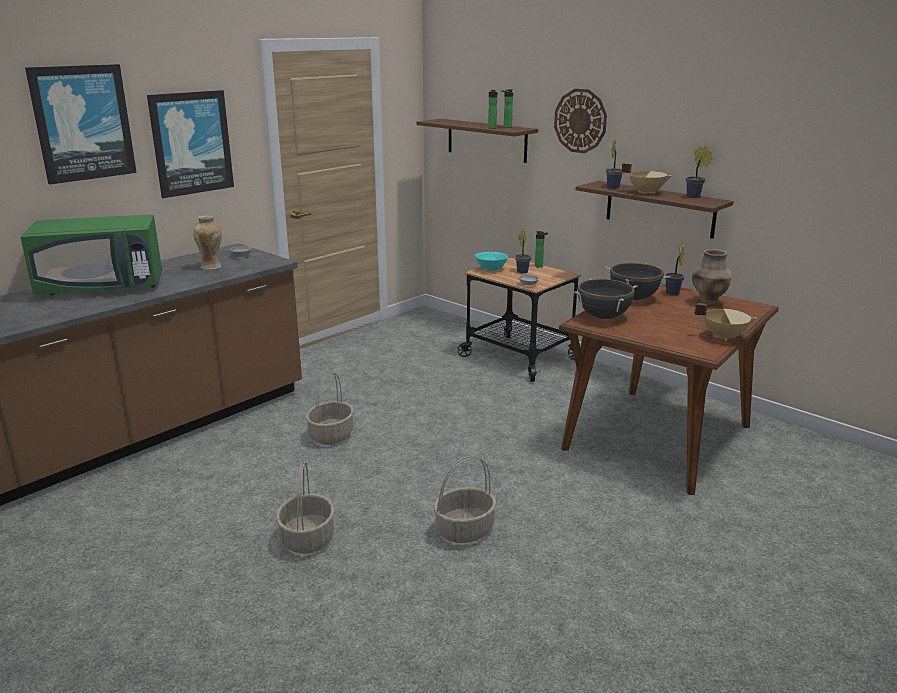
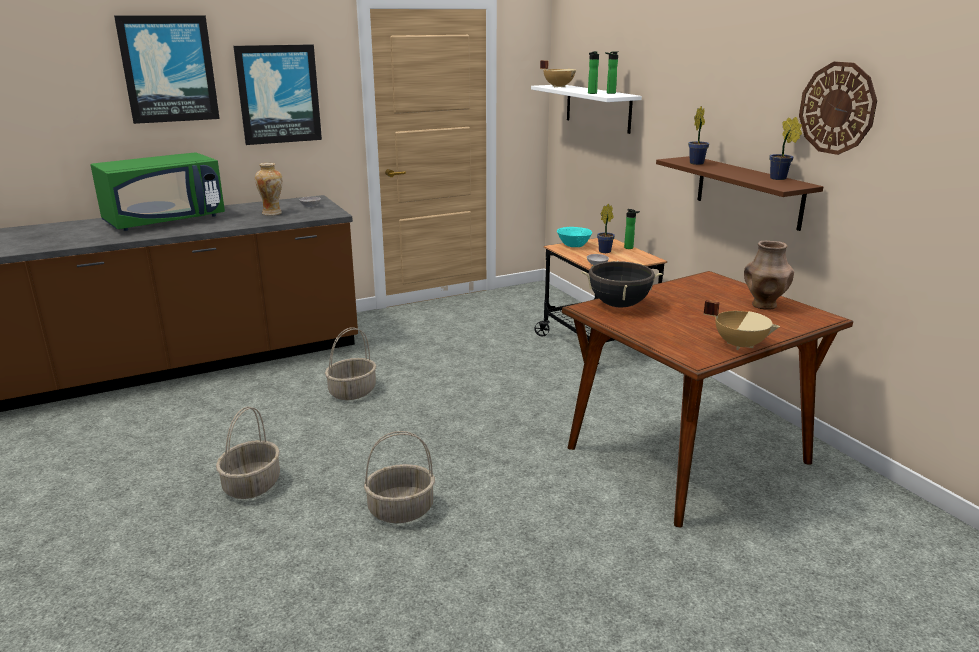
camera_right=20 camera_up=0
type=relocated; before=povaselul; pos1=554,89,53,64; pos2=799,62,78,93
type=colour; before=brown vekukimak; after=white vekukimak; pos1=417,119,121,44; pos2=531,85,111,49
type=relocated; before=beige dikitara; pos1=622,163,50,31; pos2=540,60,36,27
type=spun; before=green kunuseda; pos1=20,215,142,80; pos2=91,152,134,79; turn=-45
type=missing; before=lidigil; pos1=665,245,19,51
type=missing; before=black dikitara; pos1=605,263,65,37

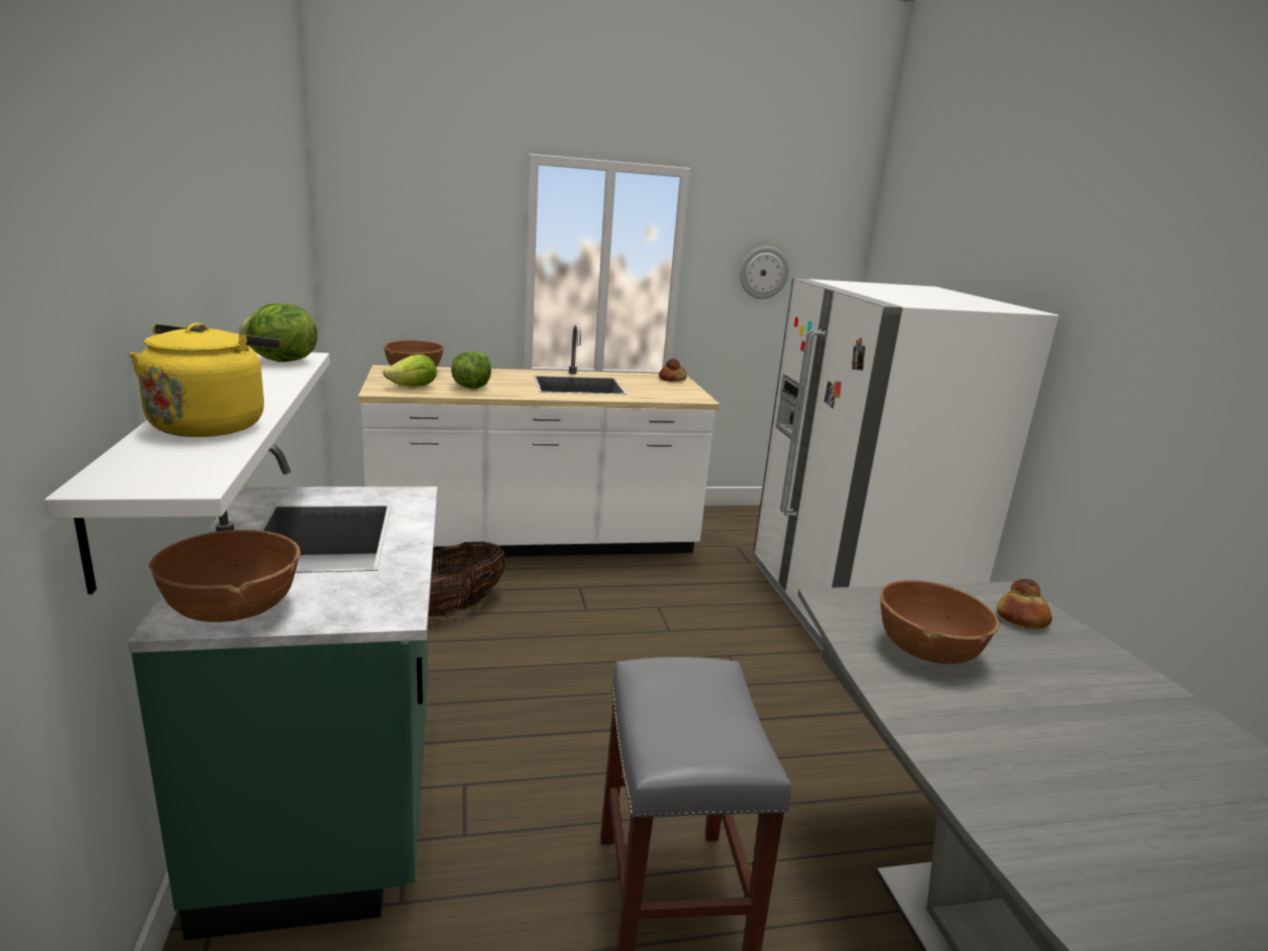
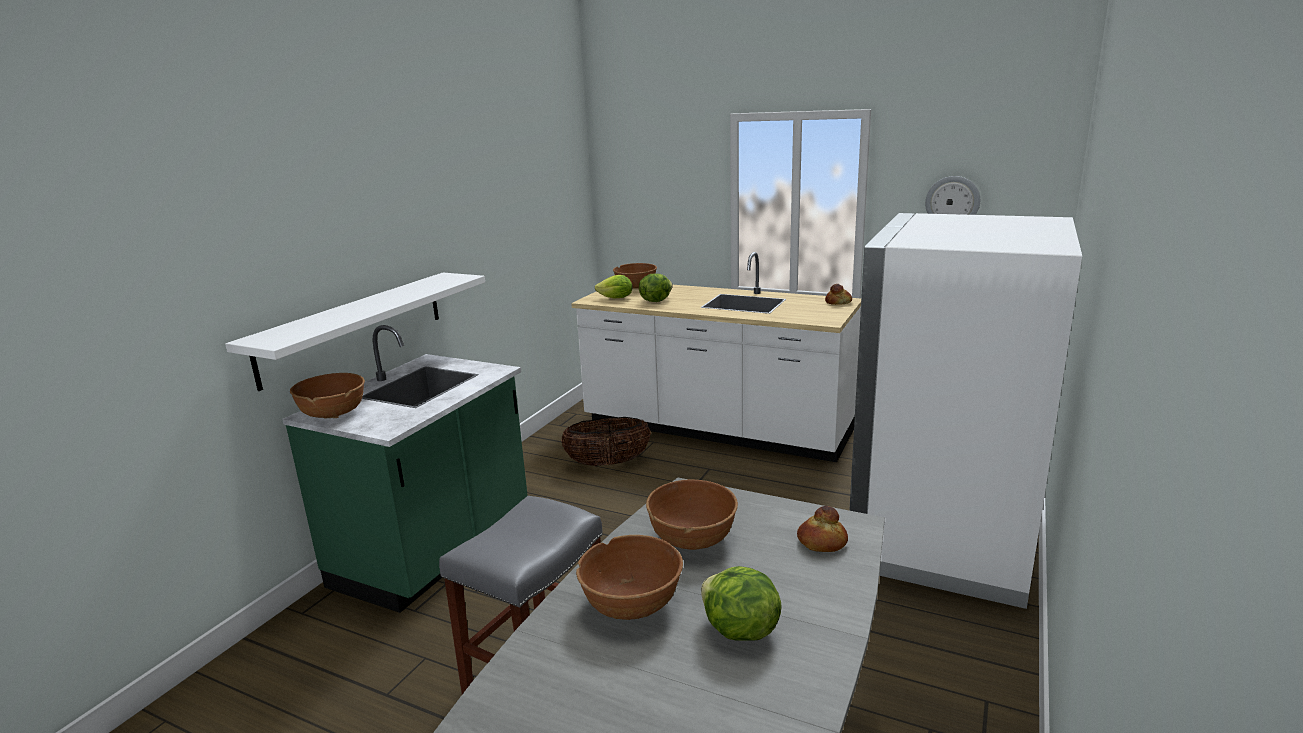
camera_right=40 camera_up=0
type=relocated; before=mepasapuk; pos1=239,303,78,59; pos2=701,566,81,75
type=missing; before=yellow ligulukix; pos1=129,323,151,114
type=appeared; after=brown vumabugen; pos2=576,535,107,85

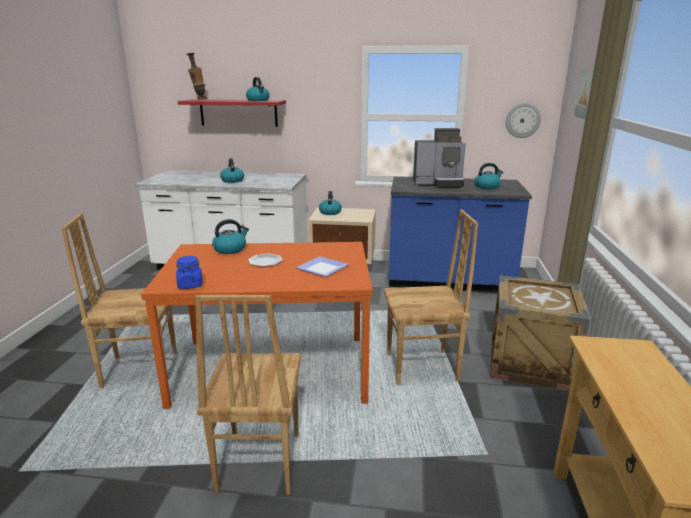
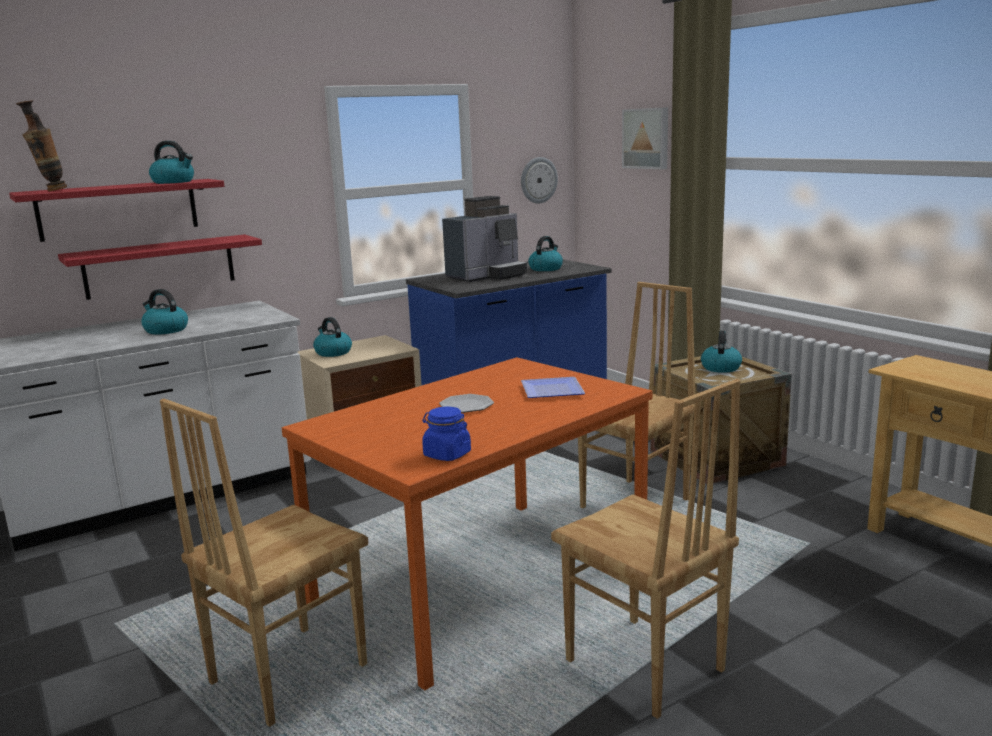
camera_right=-40 camera_up=-5
type=relocated; before=ligulukix; pos1=212,219,37,35; pos2=701,331,41,42
type=appeared; after=red vekukimak; pos2=58,234,204,66

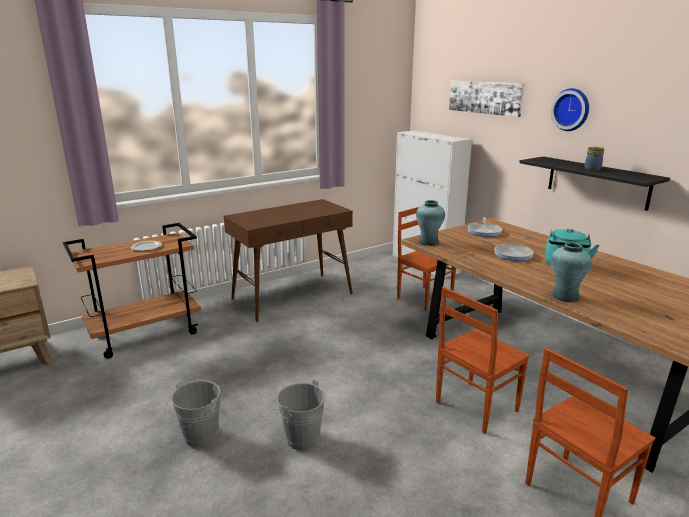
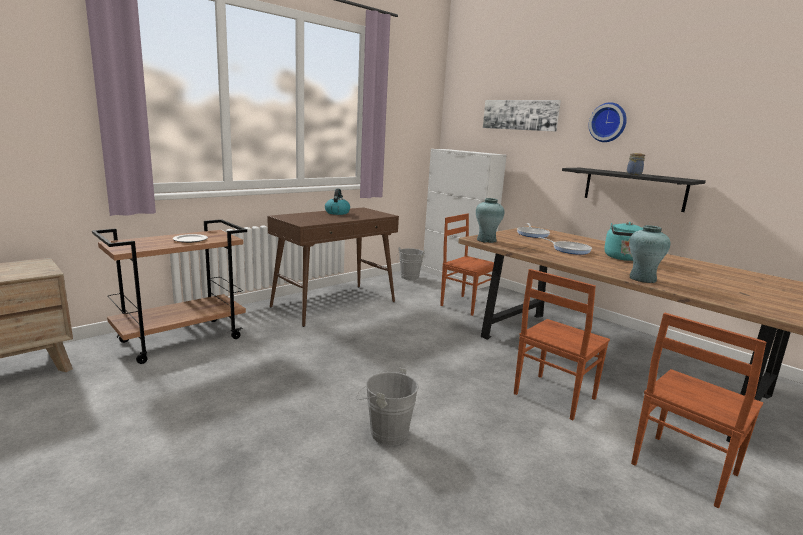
camera_right=-10 camera_up=-5
type=relocated; before=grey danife; pos1=164,381,57,67; pos2=396,247,29,33
type=appeared; after=ligulukix; pos2=325,189,25,26

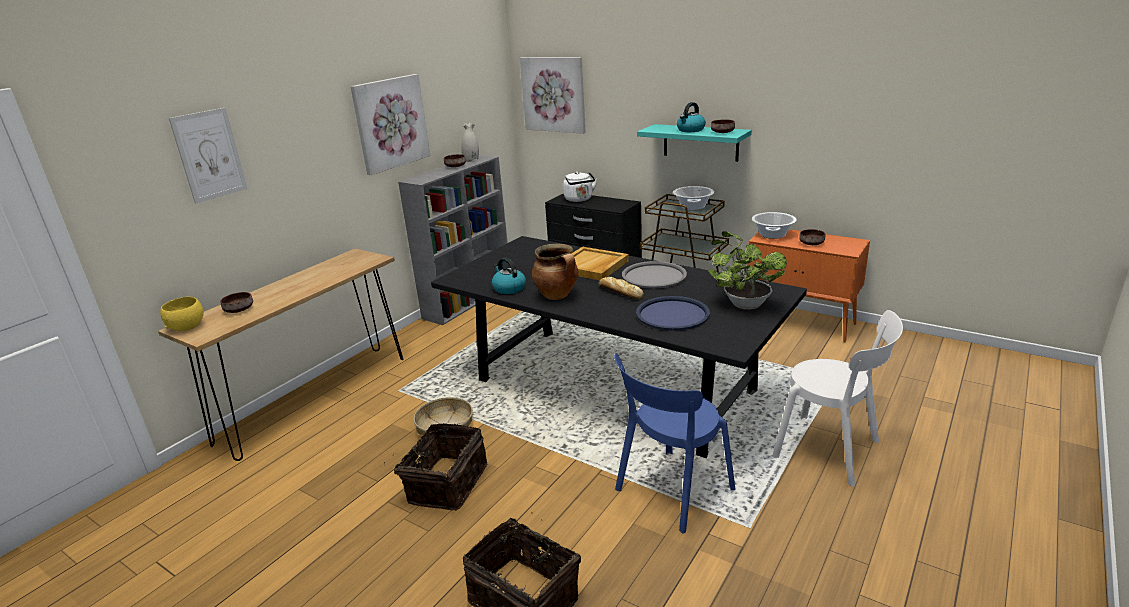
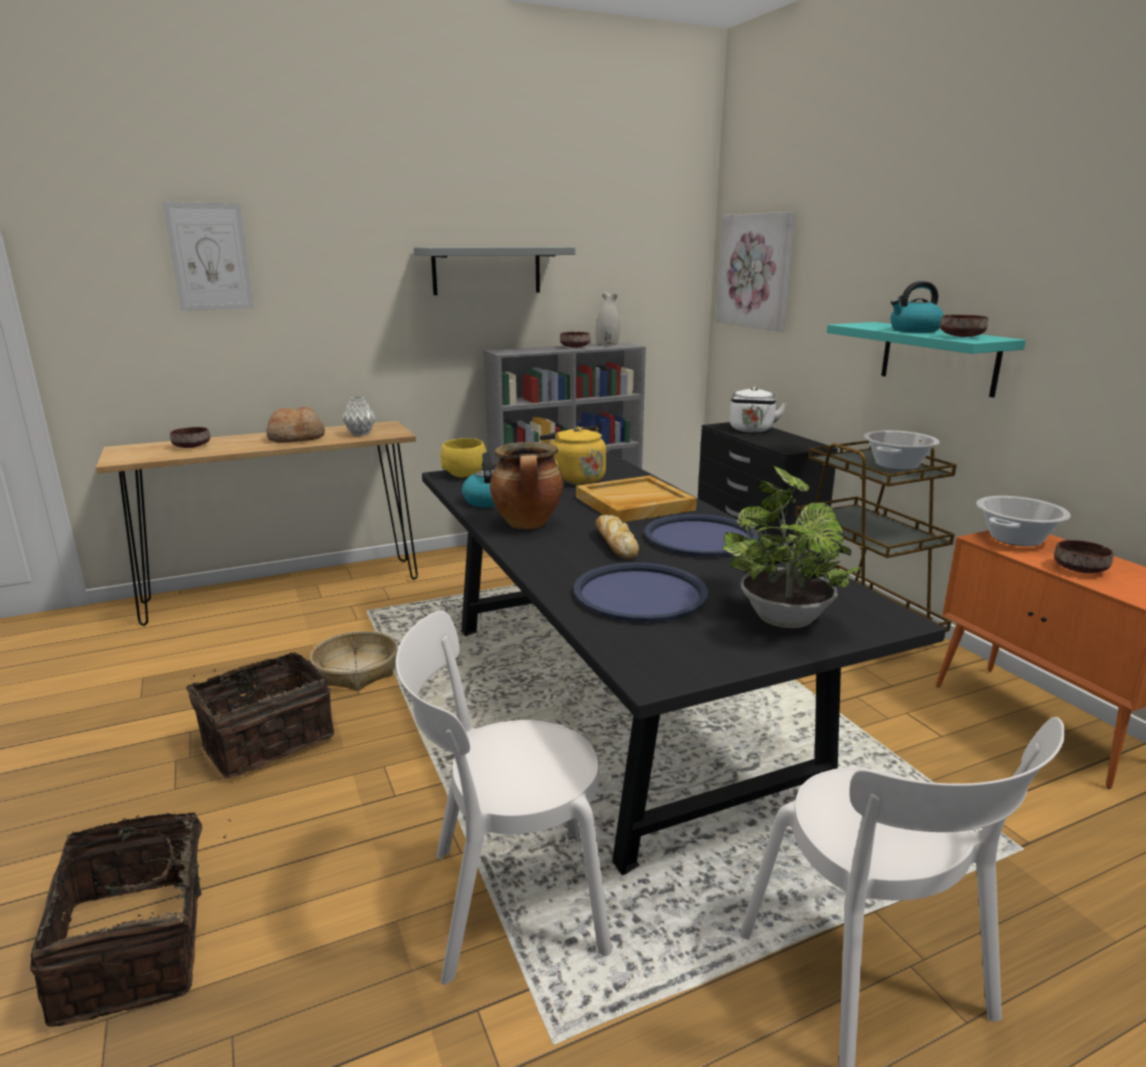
camera_right=30 camera_up=-5
type=exchanged; before=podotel; after=grey vekukimak; pos1=350,74,81,101; pos2=414,247,161,48
type=colour; before=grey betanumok; after=blue betanumok; pos1=622,261,65,28; pos2=645,514,114,43
type=relocated; before=yellow vumabugen; pos1=160,297,44,34; pos2=440,438,46,39
type=colour; before=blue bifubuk; after=white bifubuk; pos1=614,353,121,180; pos2=396,611,216,373
type=appeared; after=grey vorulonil; pos2=343,397,33,39
type=appeared; after=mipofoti; pos2=266,407,59,36
type=appeared; after=yellow ligulukix; pos2=539,426,67,59

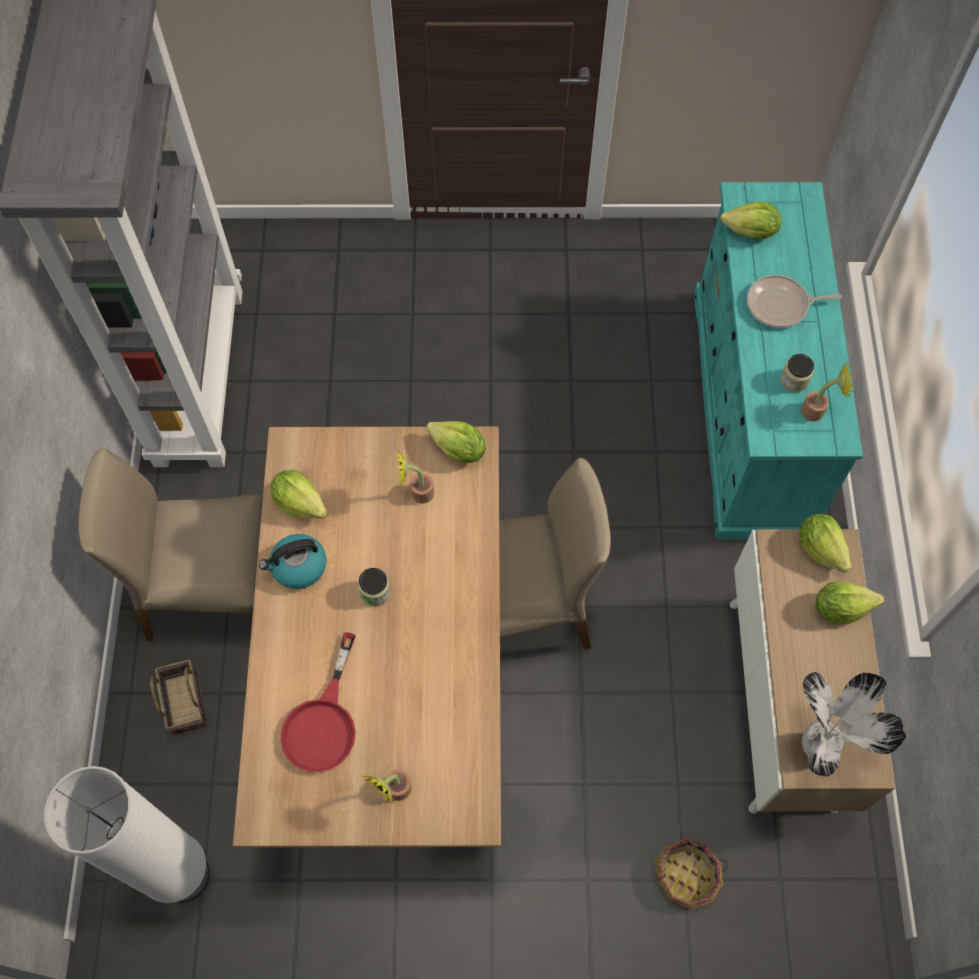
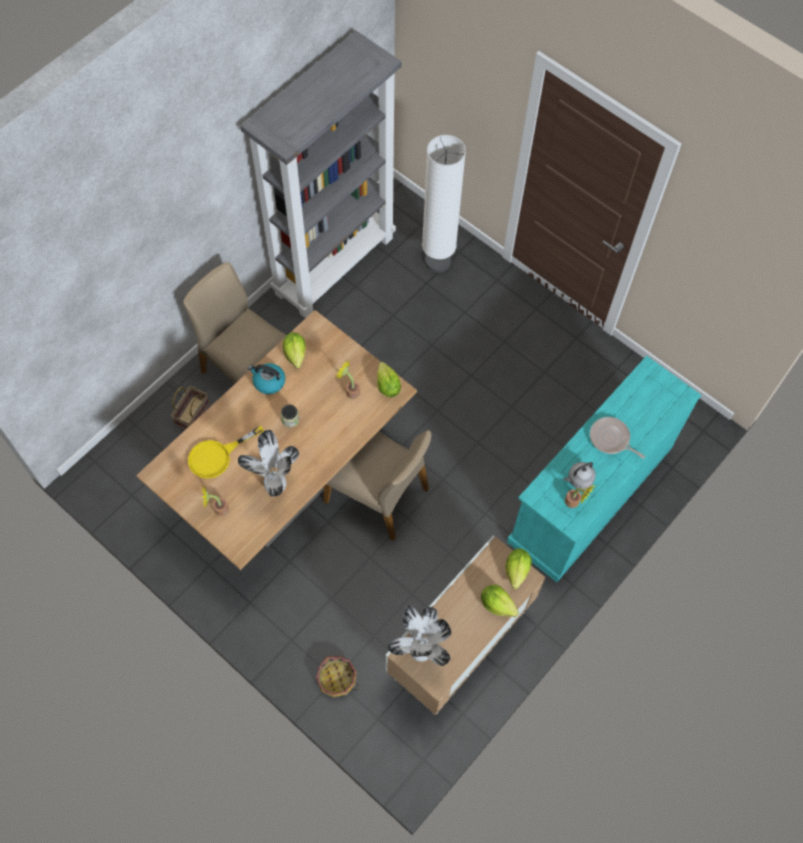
camera_right=40 camera_up=0
type=missing; before=mepasapuk; pos1=720,202,61,37
type=exchanged; before=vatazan; after=grey ligulukix; pos1=780,354,34,38; pos2=563,462,33,27
type=colour; before=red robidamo; after=yellow robidamo; pos1=280,632,76,141; pos2=188,426,76,53
type=relocated; before=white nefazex; pos1=44,766,166,137; pos2=422,135,44,138
type=appeared; after=lidigil; pos2=238,430,61,67

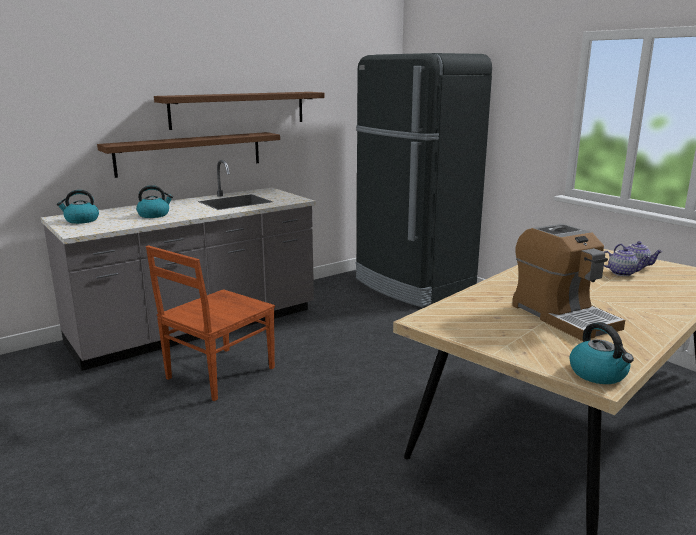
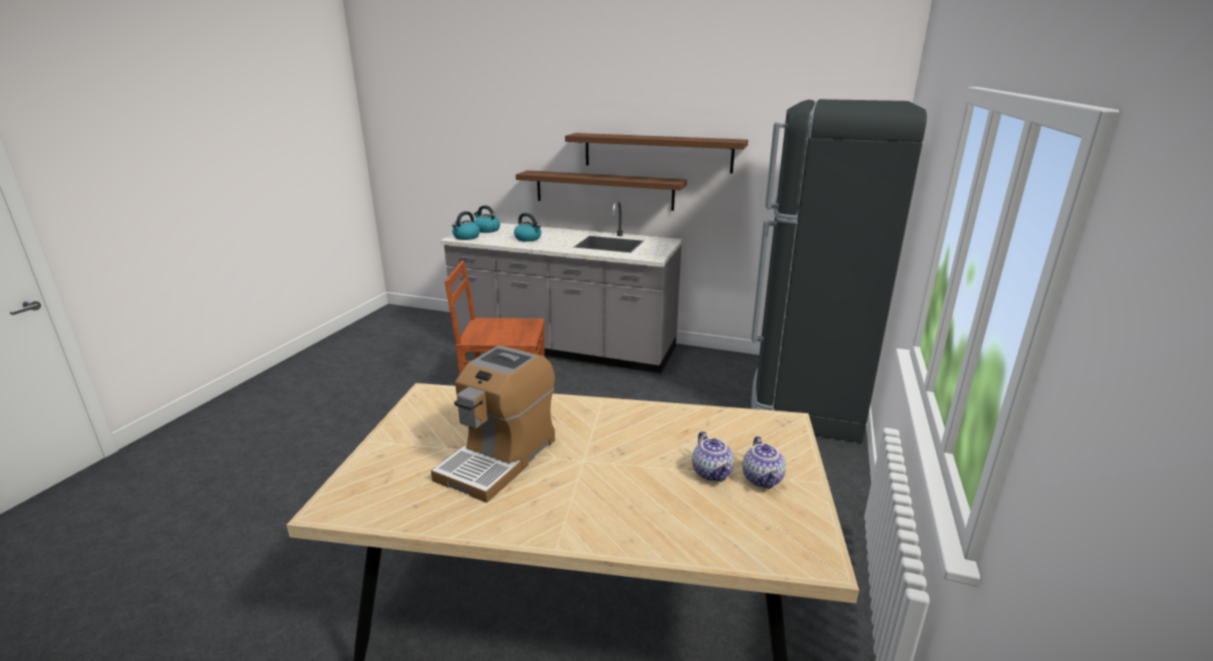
camera_right=55 camera_up=5
type=relocated; before=ligulukix; pos1=569,322,65,62; pos2=452,211,28,29

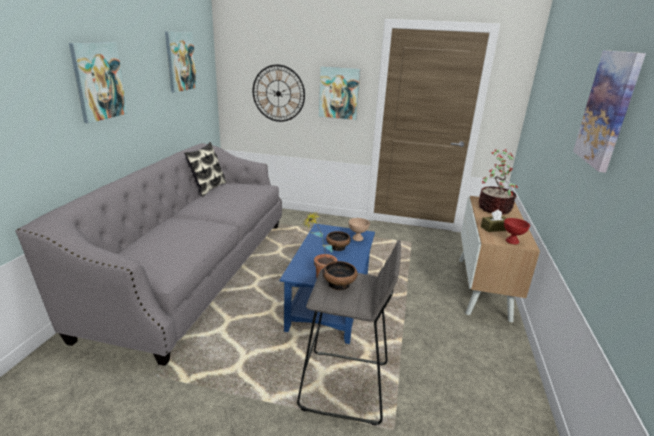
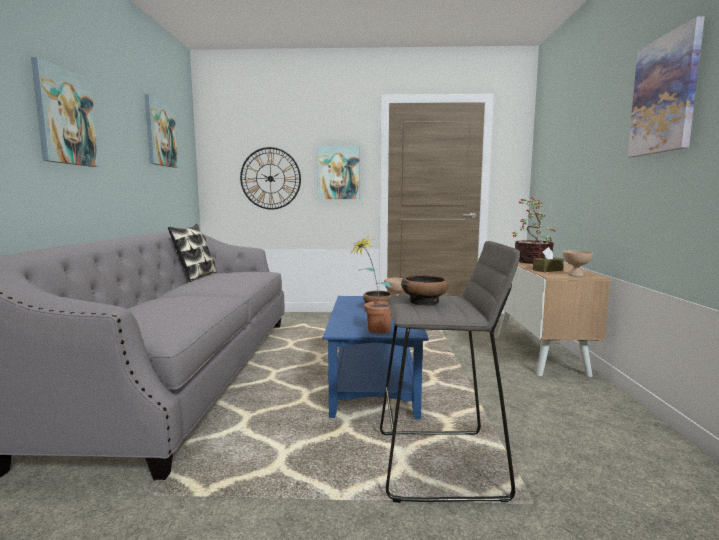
camera_right=-10 camera_up=-15
type=colour; before=red vumabugen; after=beige vumabugen; pos1=504,218,26,26; pos2=563,250,30,27

